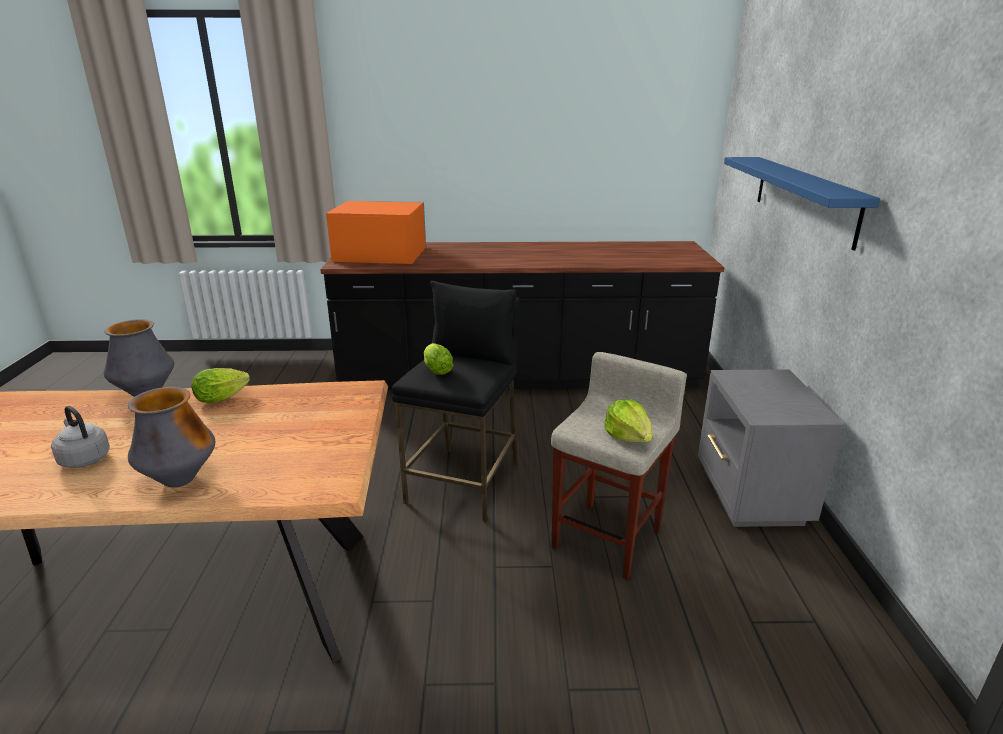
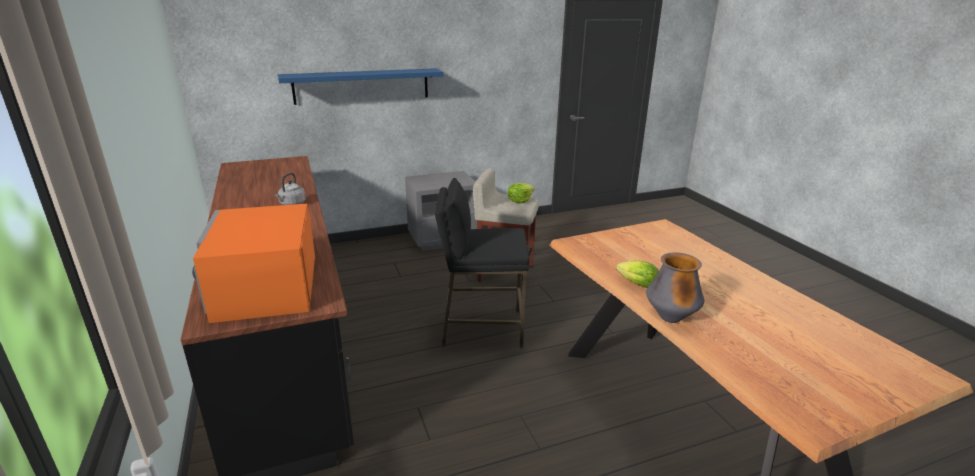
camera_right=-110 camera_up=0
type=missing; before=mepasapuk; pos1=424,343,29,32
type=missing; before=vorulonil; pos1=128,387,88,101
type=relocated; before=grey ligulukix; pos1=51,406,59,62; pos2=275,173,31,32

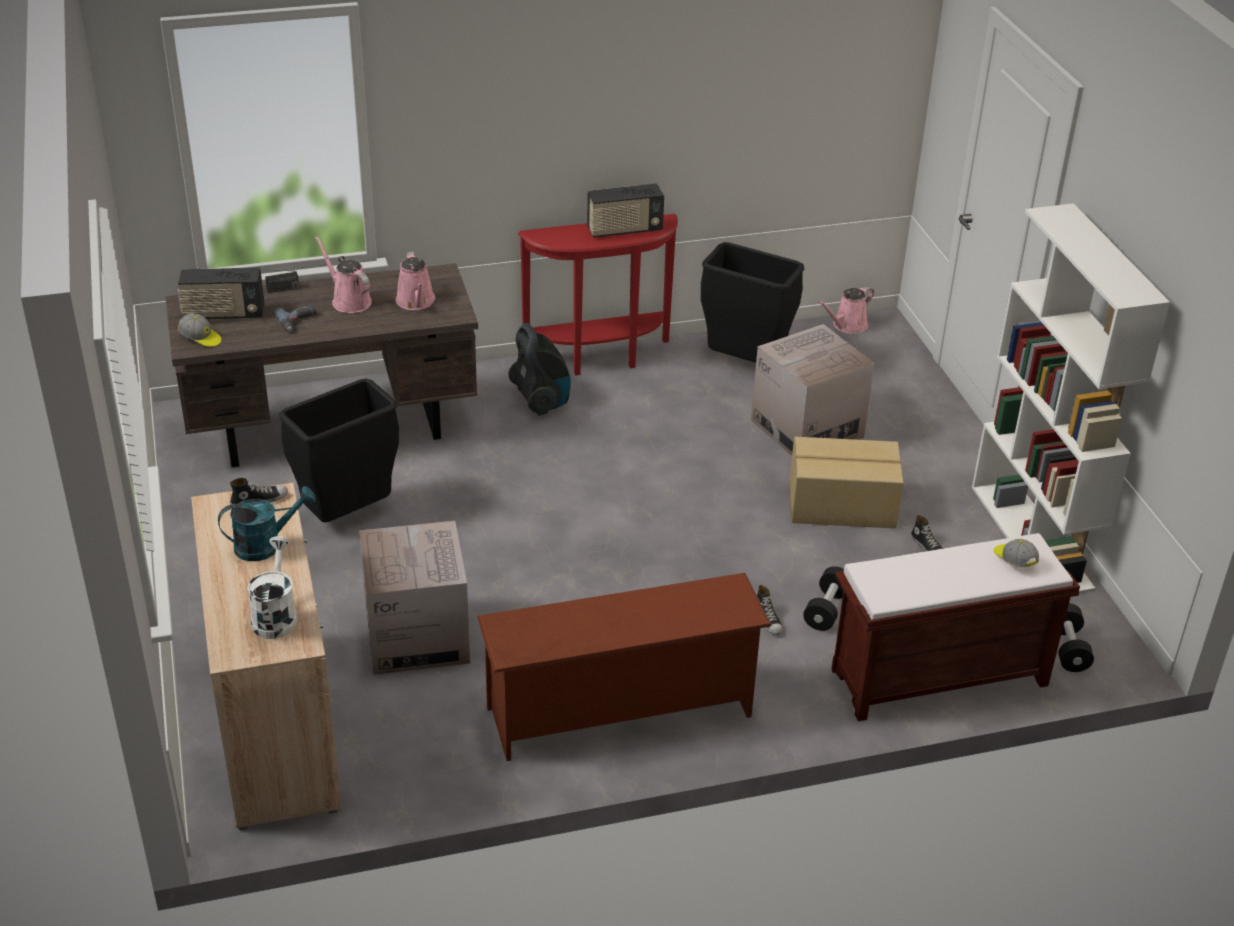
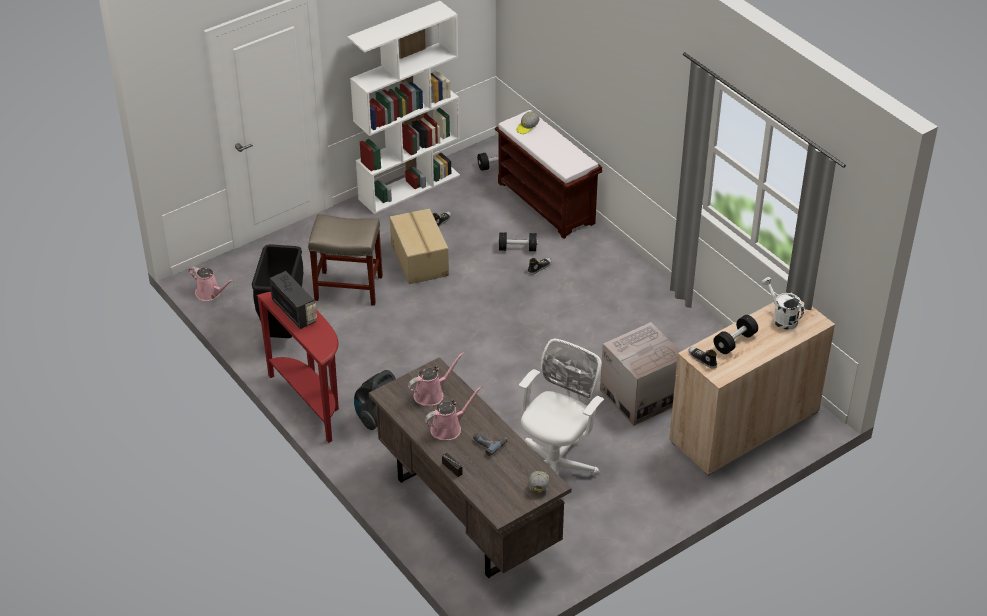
camera_right=-110 camera_up=5
type=spun; before=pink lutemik; pos1=315,236,57,77; pos2=425,386,57,54; turn=-150
type=missing; before=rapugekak; pos1=178,268,87,51
type=exchanged; before=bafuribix; after=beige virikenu; pos1=751,324,123,132; pos2=308,214,75,92
type=exchanged; before=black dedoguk; after=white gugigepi; pos1=280,378,119,145; pos2=519,339,85,161
type=exchanged; before=turquoise lutemik; after=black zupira; pos1=218,486,98,75; pos2=713,315,45,39
type=spun; before=white lutemik; pos1=247,536,50,103; pos2=762,277,42,53; turn=75
type=missing; before=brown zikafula; pos1=477,573,294,188

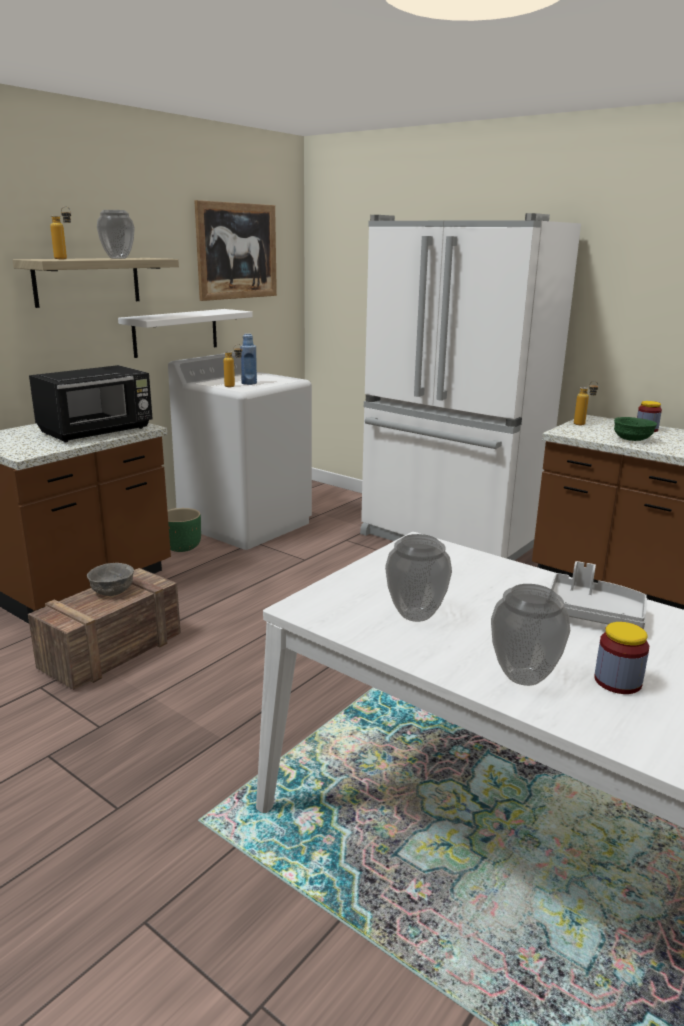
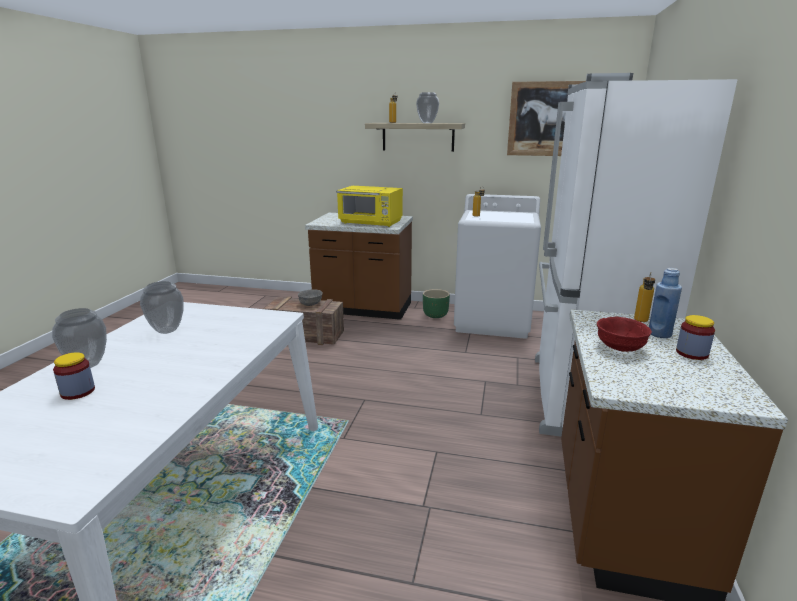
camera_right=65 camera_up=0
type=missing; before=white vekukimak; pos1=118,309,135,49
type=relocated; before=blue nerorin; pos1=240,333,17,52; pos2=649,268,33,70
type=colour; before=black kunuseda; after=yellow kunuseda; pos1=29,365,124,77; pos2=337,186,66,41
type=colour; before=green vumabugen; after=red vumabugen; pos1=614,417,43,24; pos2=597,317,55,35
type=missing; before=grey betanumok; pos1=550,561,97,68

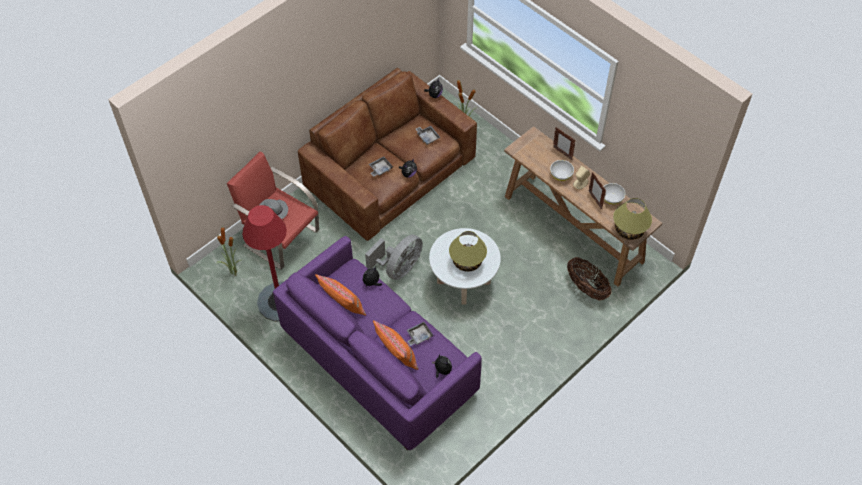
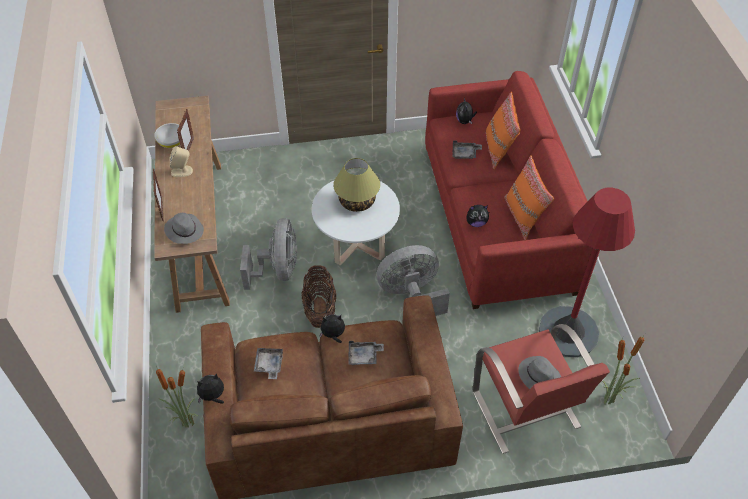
camera_right=-145 camera_up=-5
type=missing; before=white vumabugen; pos1=550,160,24,21
type=missing; before=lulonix; pos1=613,198,39,42
type=colour; before=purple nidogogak; after=red nidogogak; pos1=273,236,209,214; pos2=425,71,175,238
type=relocated; before=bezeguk; pos1=567,257,45,44; pos2=302,265,34,63
type=appeared; after=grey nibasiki; pos2=164,213,40,31
type=appeared; after=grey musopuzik; pos2=240,218,58,72

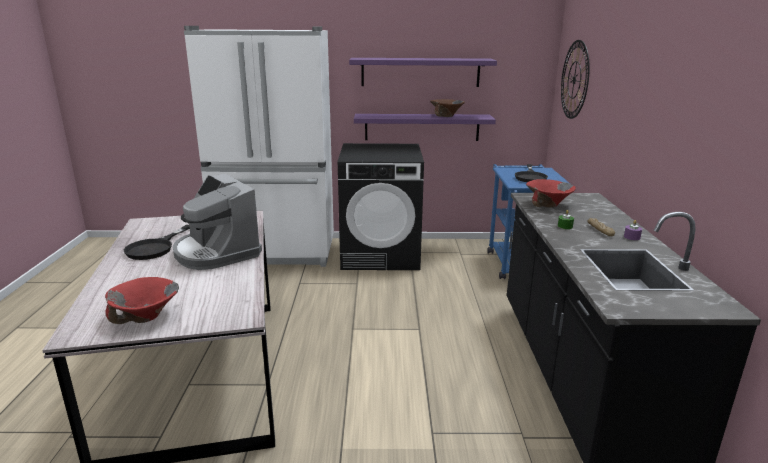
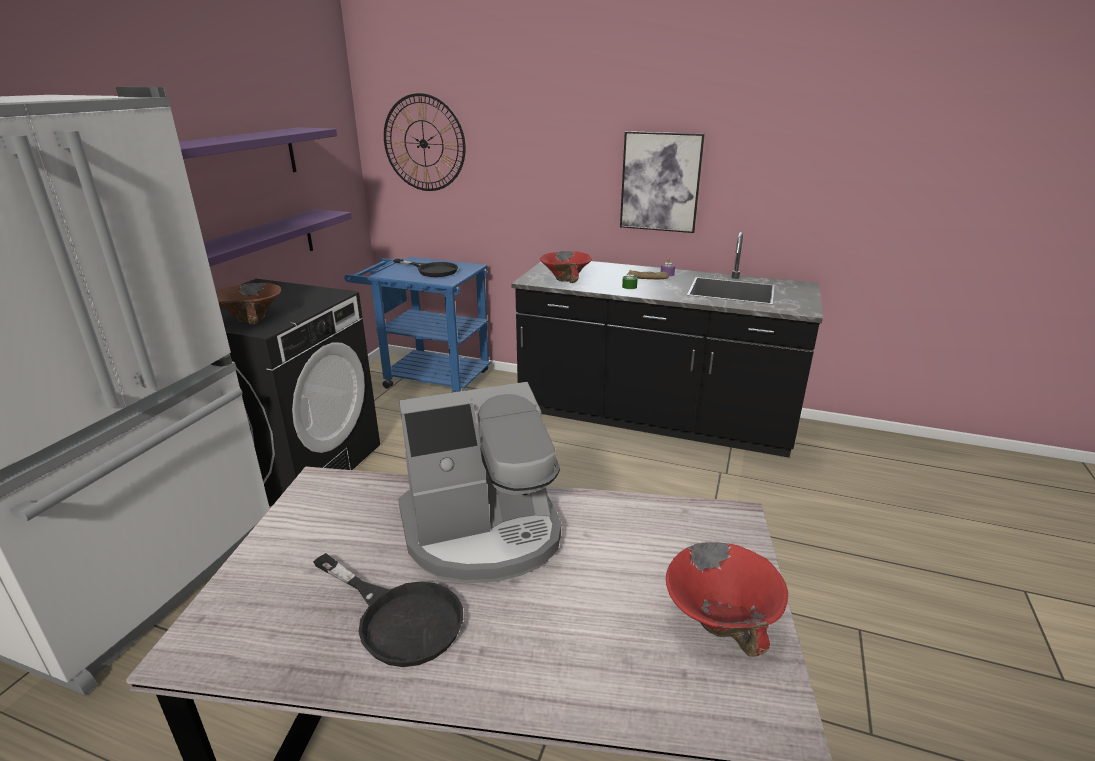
camera_right=-70 camera_up=5
type=relocated; before=brown vumabugen; pos1=430,99,35,18; pos2=216,283,65,42
type=appeared; after=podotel; pos2=620,131,85,102

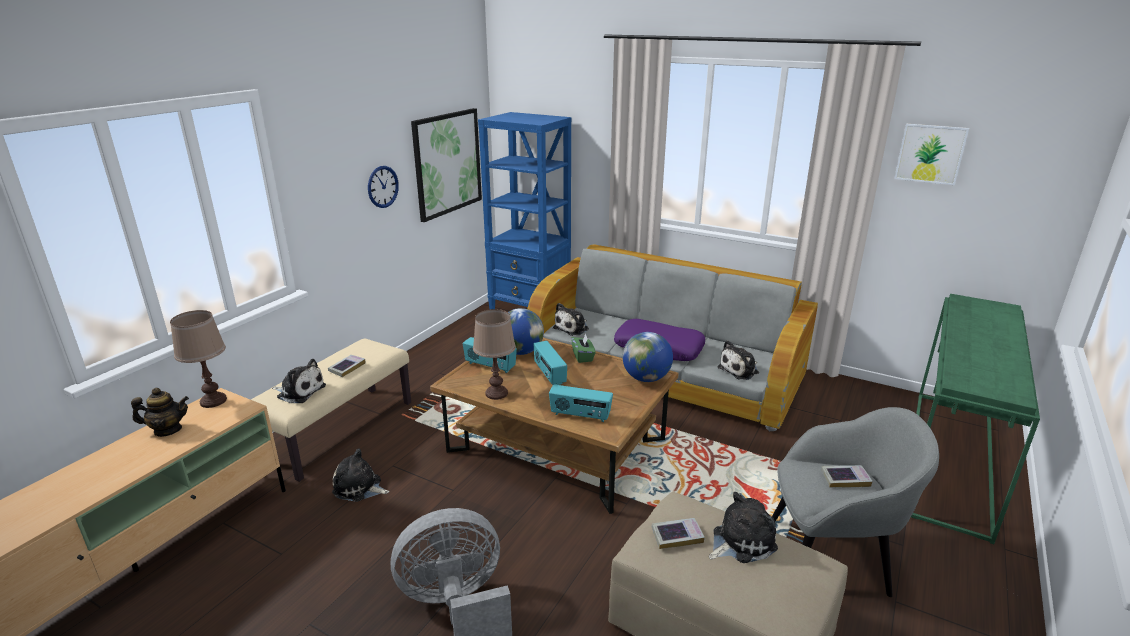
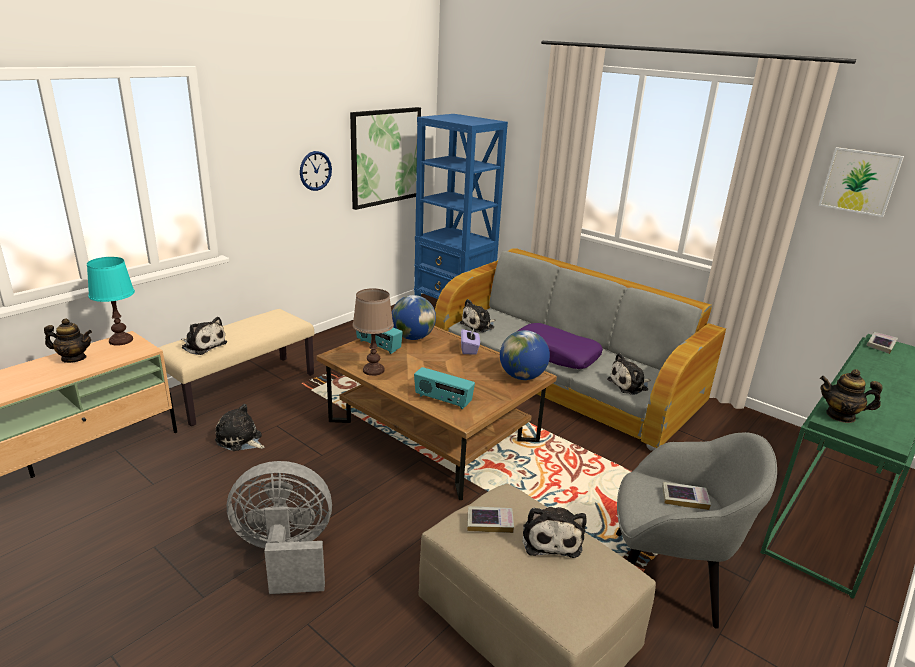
camera_right=10 camera_up=0
type=colour; before=brown lulonix; after=turquoise lulonix; pos1=170,310,57,98; pos2=87,257,48,89
type=colour; before=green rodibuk; after=purple rodibuk; pos1=571,334,25,29; pos2=461,328,19,27
type=missing; before=rapugekak; pos1=533,341,34,44
type=relocated; before=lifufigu; pos1=328,355,38,22; pos2=867,332,31,22
type=spun; before=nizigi; pos1=709,492,69,71; pos2=522,507,65,51; turn=105
type=appeared; after=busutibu; pos2=820,369,62,54

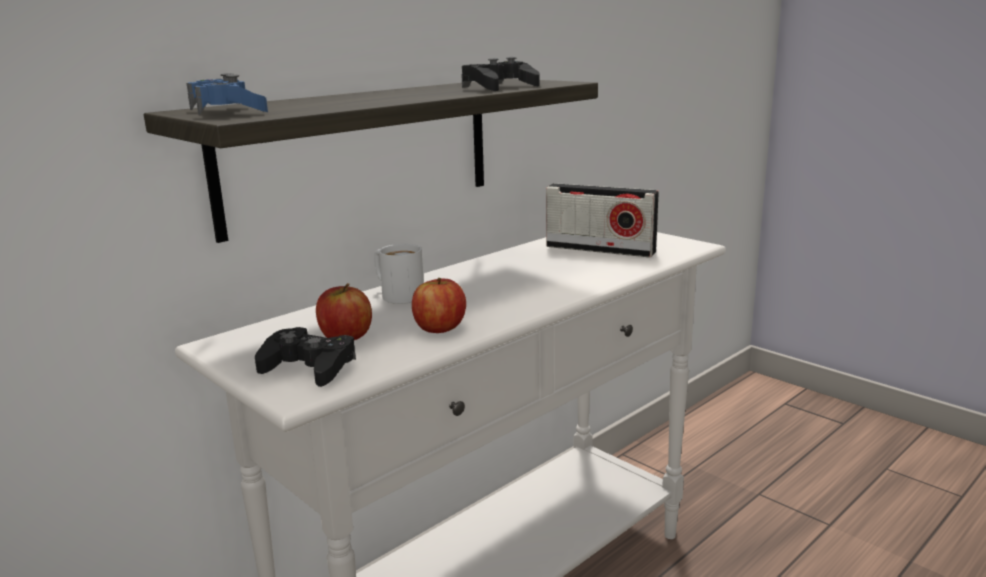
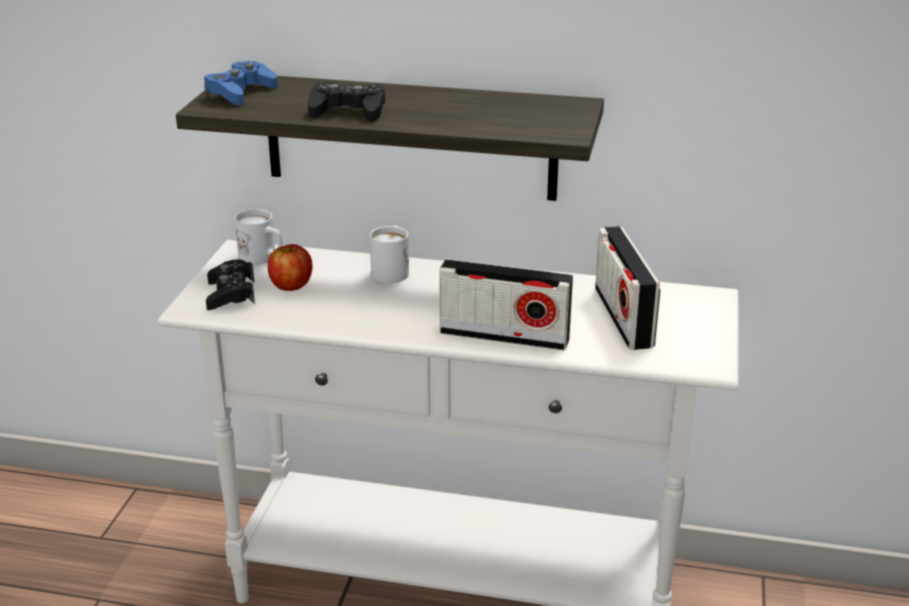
camera_right=55 camera_up=10
type=relocated; before=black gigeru; pos1=461,57,79,34; pos2=308,81,77,41
type=missing; before=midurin; pos1=412,278,54,55
type=appeared; after=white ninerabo; pos2=234,209,49,55
type=appeared; after=rapugekak; pos2=439,259,134,91

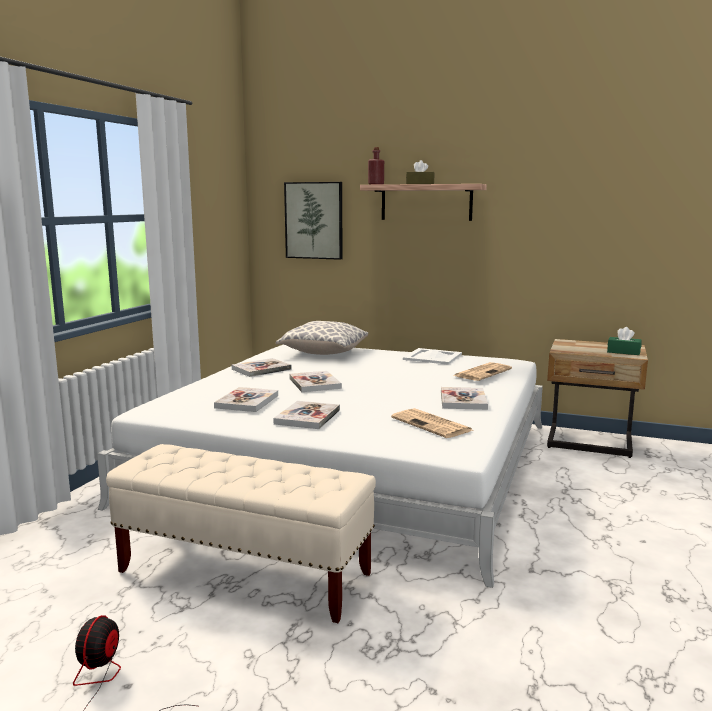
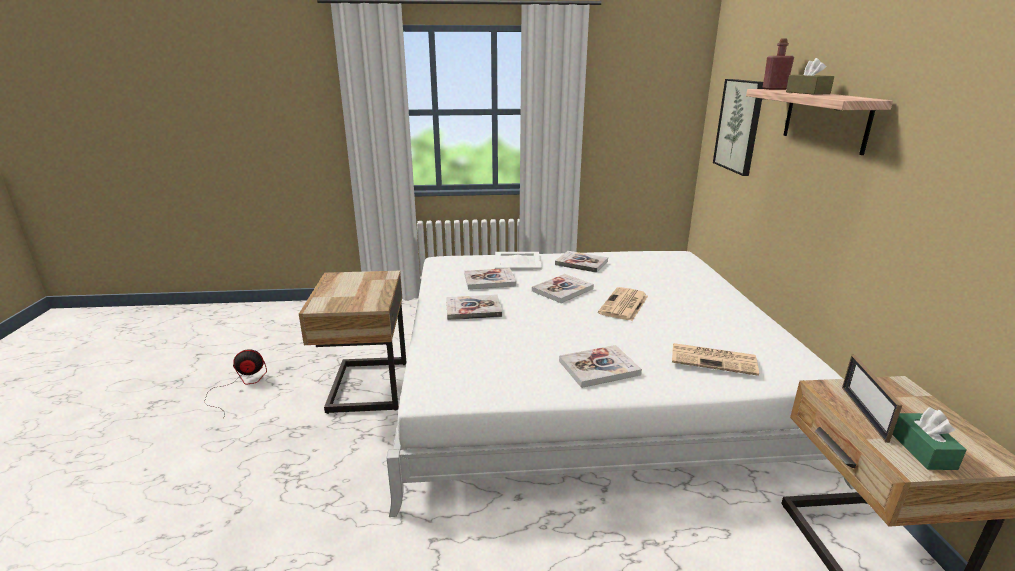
camera_right=65 camera_up=10
type=missing; before=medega; pos1=276,321,92,34
type=relocated; before=white betanumok; pos1=403,348,59,17; pos2=495,252,47,18
type=relocated; before=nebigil; pos1=391,408,82,30; pos2=598,287,50,34
type=exchanged; before=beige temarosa; after=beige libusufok; pos1=106,444,270,179; pos2=299,271,107,143
type=appeared; after=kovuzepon; pos2=842,355,60,88

